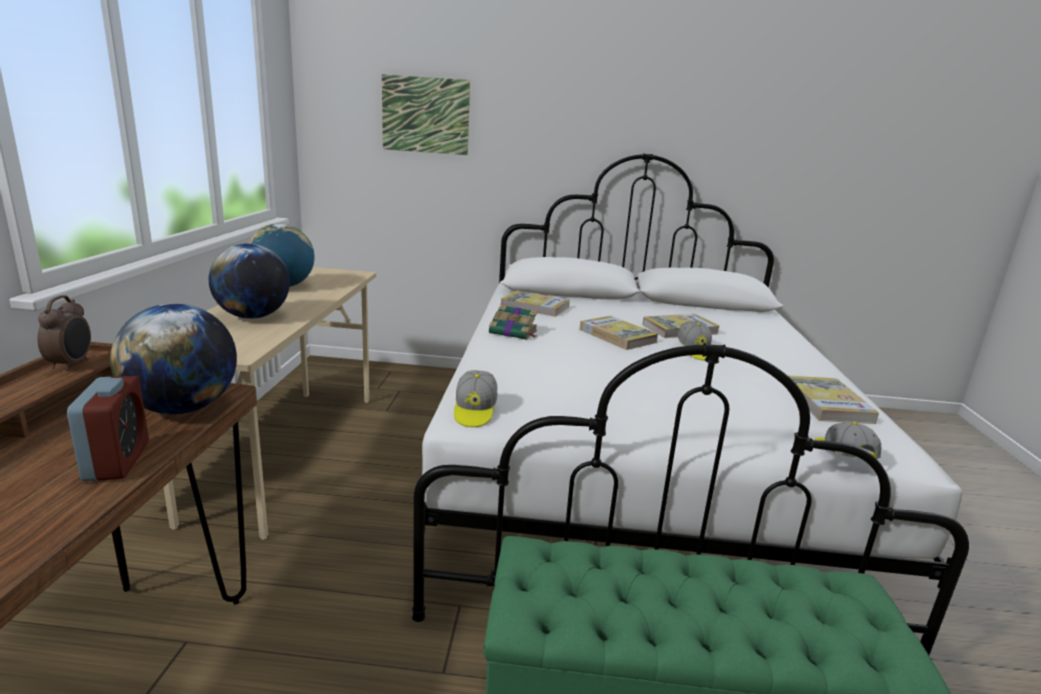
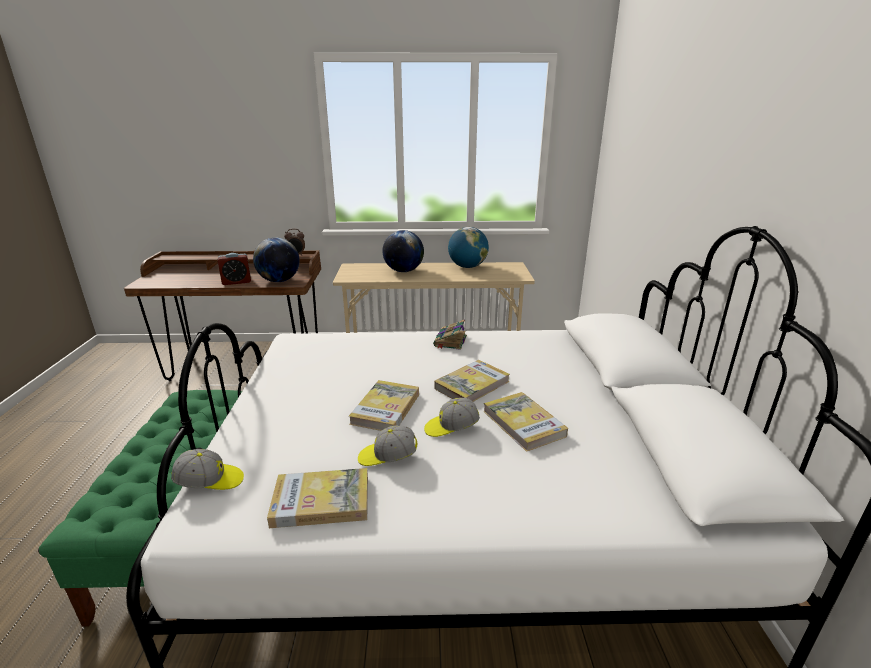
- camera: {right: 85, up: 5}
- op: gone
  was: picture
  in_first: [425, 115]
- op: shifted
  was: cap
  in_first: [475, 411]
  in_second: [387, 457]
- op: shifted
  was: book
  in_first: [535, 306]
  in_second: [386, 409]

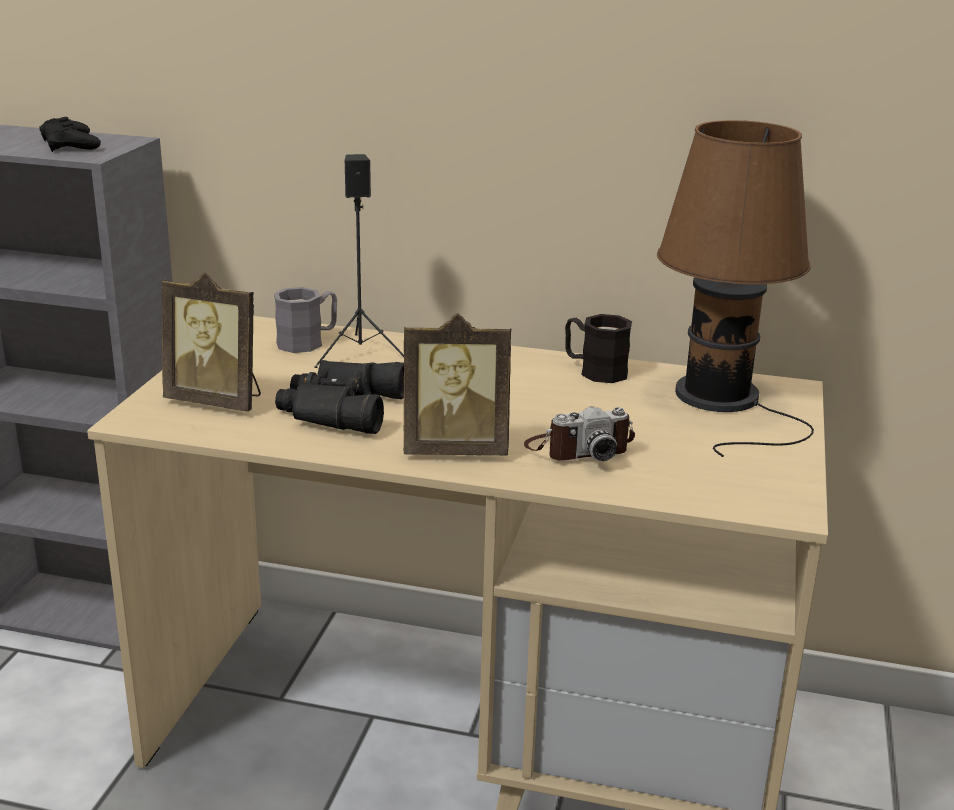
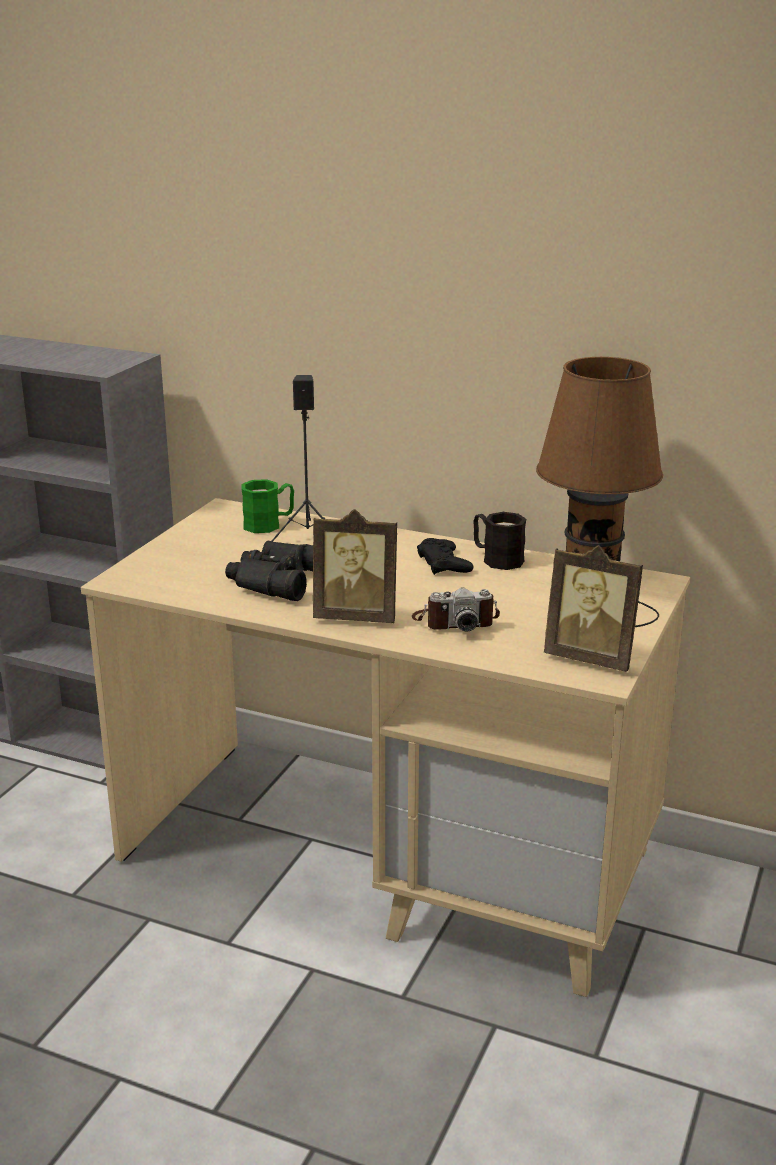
- camera: {right: 10, up: 0}
- op: shifted
  was: game controller (black)
  in_first: [70, 144]
  in_second: [444, 563]
- op: shifted
  was: picture frame
  in_first: [217, 401]
  in_second: [591, 658]
- op: repainted
  was: mug (grey)
  now: mug (green)
  in_first: [308, 341]
  in_second: [269, 524]

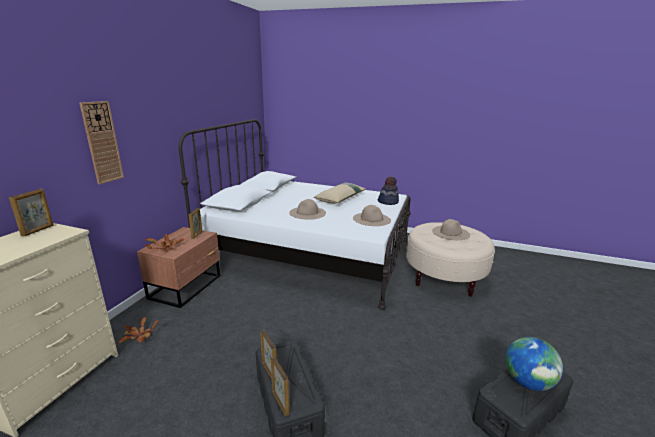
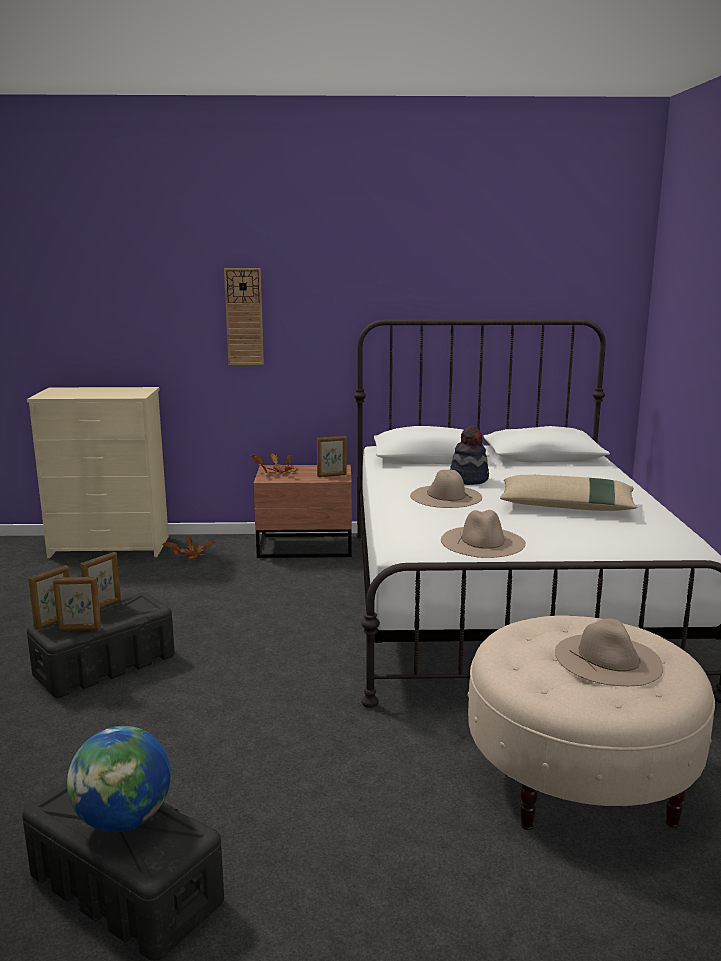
- camera: {right: 70, up: -5}
- op: shifted
  was: picture frame
  in_first: [38, 230]
  in_second: [79, 629]
- op: shifted
  was: hat
  in_first: [388, 202]
  in_second: [469, 479]

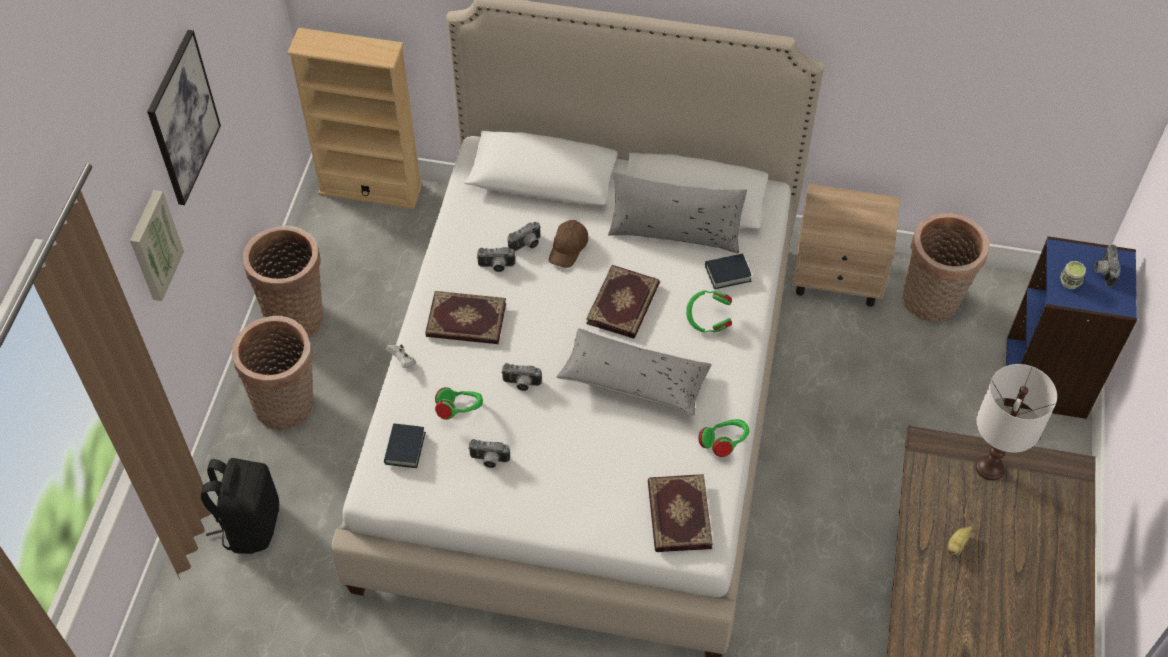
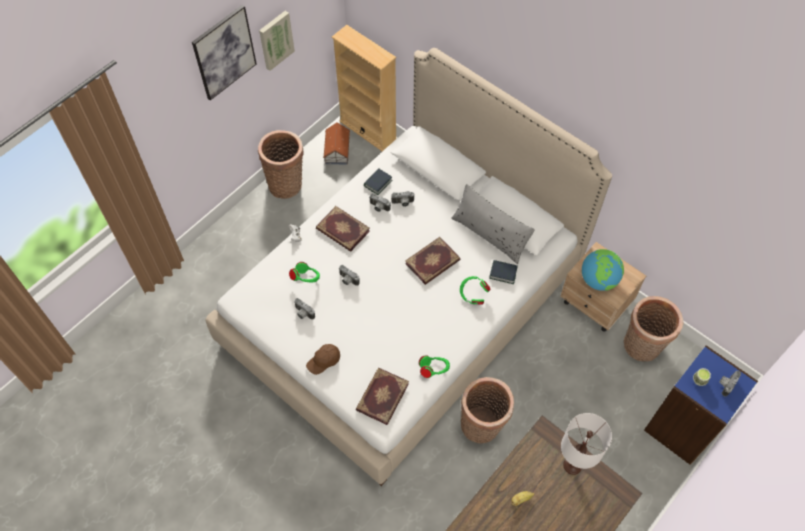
- camera: {right: 30, up: 5}
- op: shifted
  was: picture
  in_first: [153, 245]
  in_second: [275, 39]
- op: gone
  was: backpack (black)
  in_first: [250, 524]
- op: shifted
  was: basket
  in_first: [288, 406]
  in_second: [482, 426]
- op: shifted
  was: book
  in_first: [405, 448]
  in_second: [378, 183]
- op: shifted
  was: cap (brown)
  in_first: [568, 248]
  in_second: [324, 361]
- op: gone
  was: pillow (grey)
  in_first: [634, 380]
- op: new
  now: toy house
  in_second: [337, 150]
- op: new
  now: globe
  in_second: [598, 280]

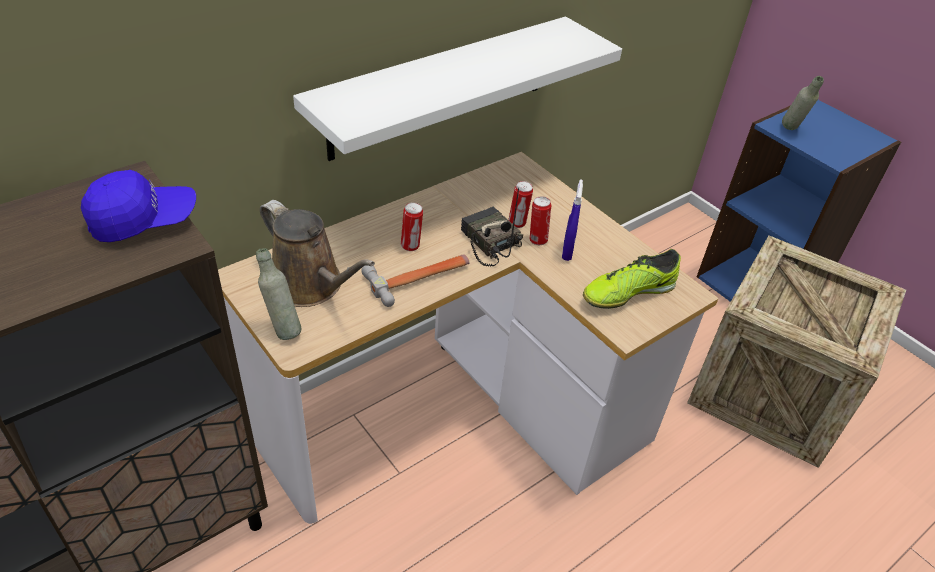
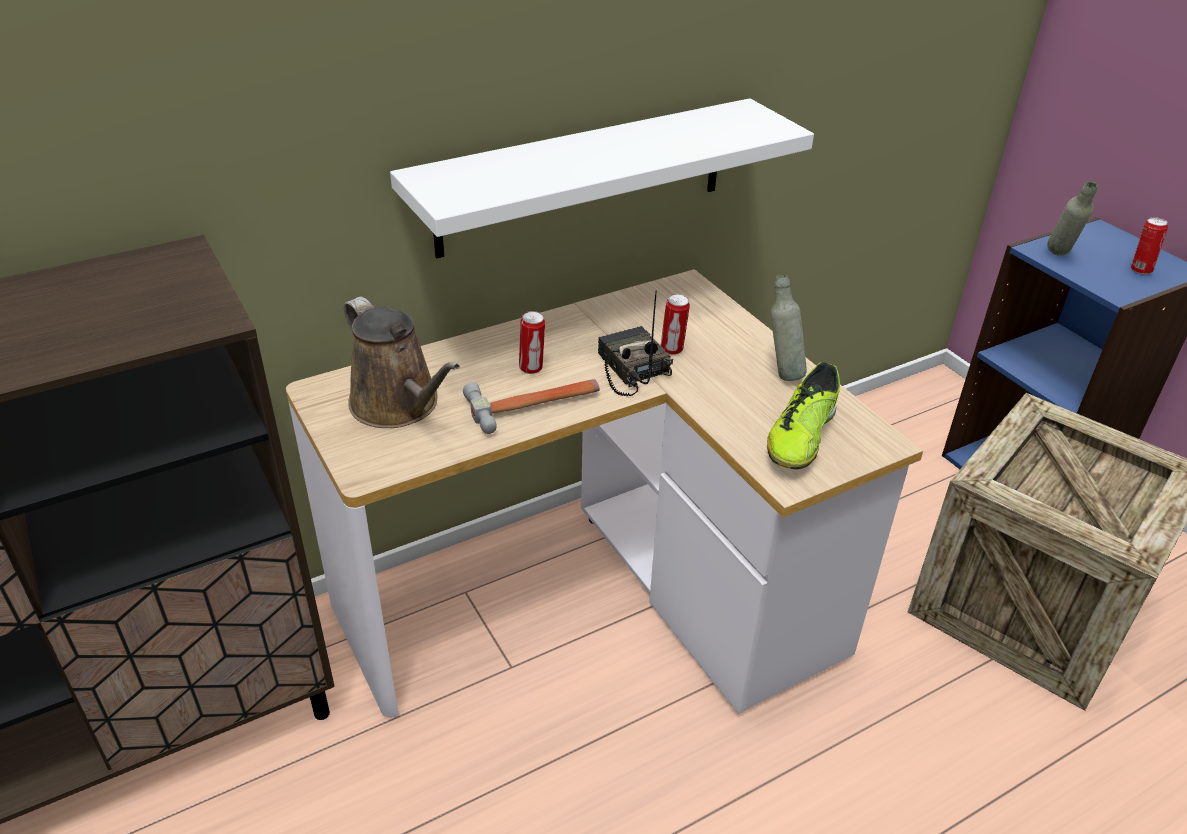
- camera: {right: 10, up: -5}
- op: gone
  was: cap (blue)
  in_first: [143, 220]
- op: shifted
  was: bottle (grey)
  in_first: [282, 329]
  in_second: [781, 373]
- op: shifted
  was: can
  in_first: [537, 240]
  in_second: [1139, 270]
- op: gone
  was: spray bottle (blue)
  in_first: [567, 252]
- op: rotated
  was: shoe
  in_first: [628, 293]
  in_second: [801, 436]
  clockwise: -45

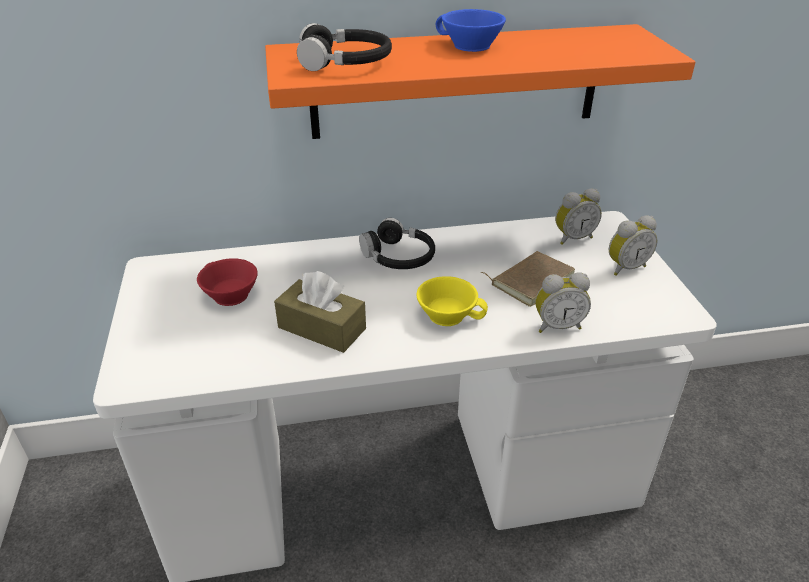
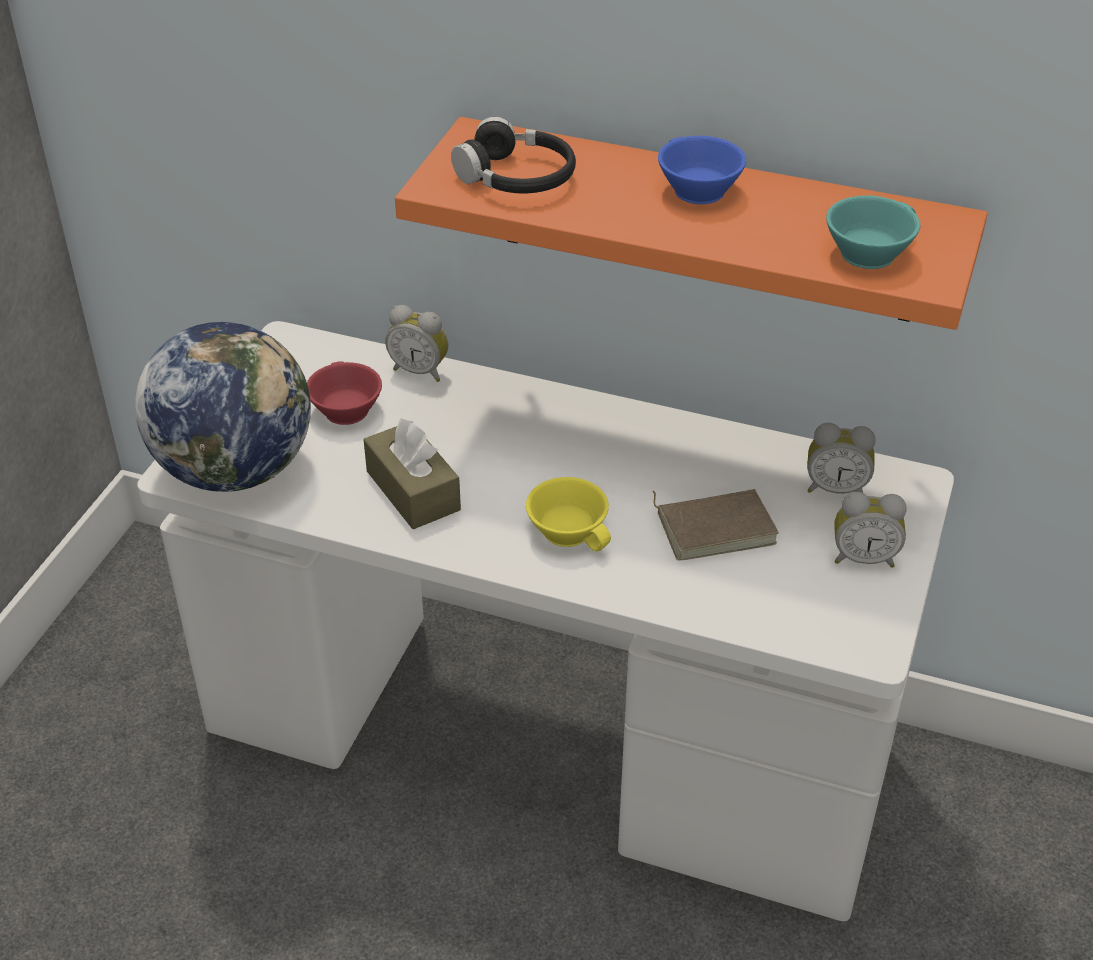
- camera: {right: 30, up: 5}
- op: gone
  was: headphones (black)
  in_first: [398, 257]
- op: shifted
  was: alarm clock
  in_first: [557, 325]
  in_second: [420, 370]
- op: new
  now: globe
  in_second: [235, 469]
- op: new
  now: cup (turquoise)
  in_second: [867, 251]

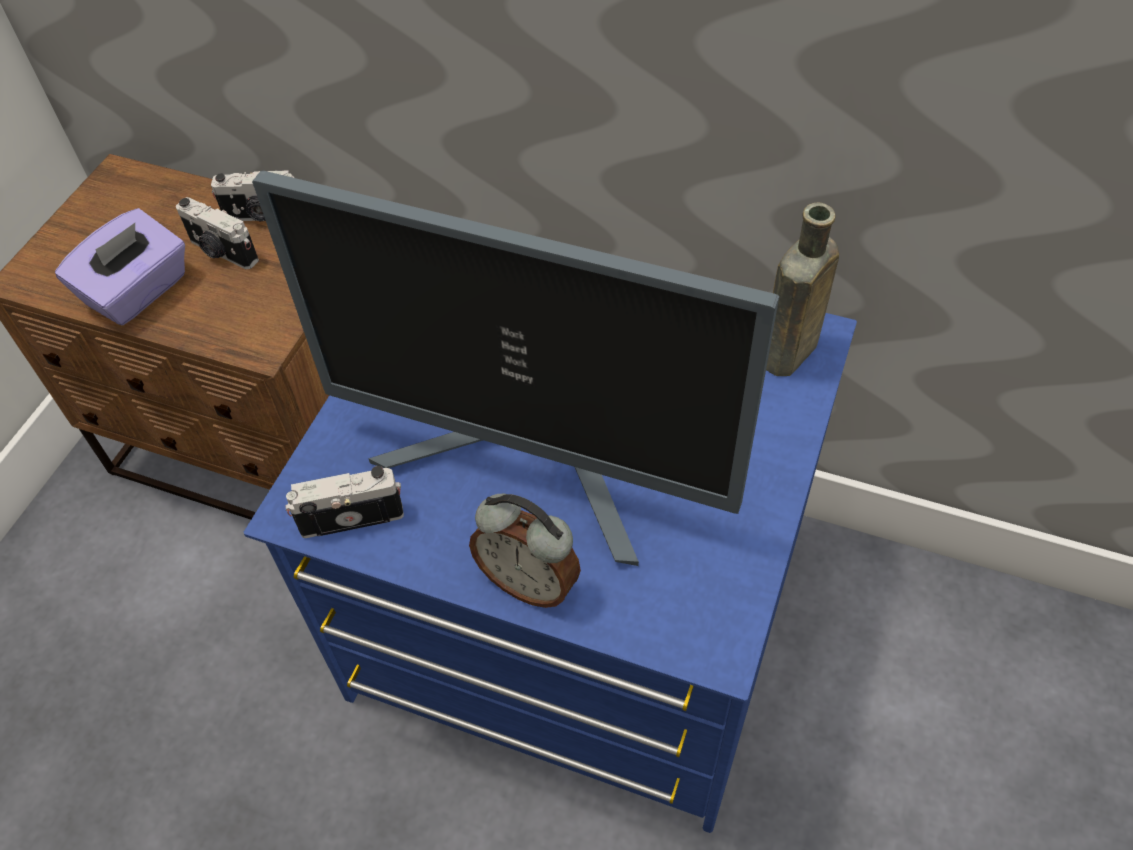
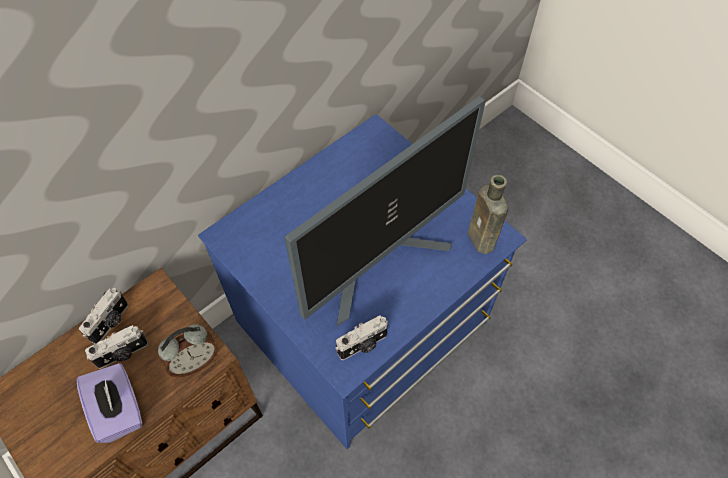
- camera: {right: -65, up: 5}
- op: rotated
  was: photo camera
  in_first: [351, 516]
  in_second: [363, 345]
  clockwise: -135
- op: shifted
  was: alarm clock
  in_first: [529, 582]
  in_second: [195, 362]
- op: shifted
  was: bottle (brown)
  in_first: [786, 356]
  in_second: [482, 241]

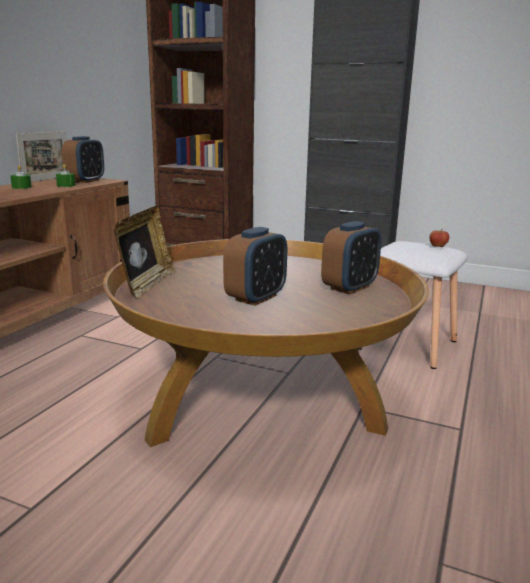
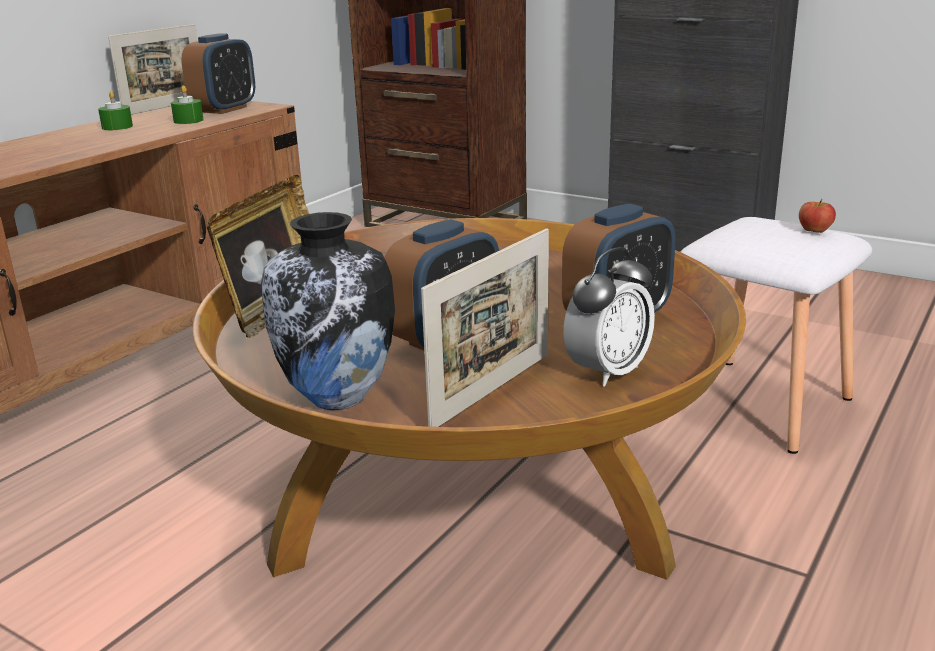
- camera: {right: 10, up: 5}
- op: new
  now: vase
  in_second: [339, 398]
- op: new
  now: picture frame
  in_second: [492, 390]
- op: new
  now: alarm clock
  in_second: [607, 372]

